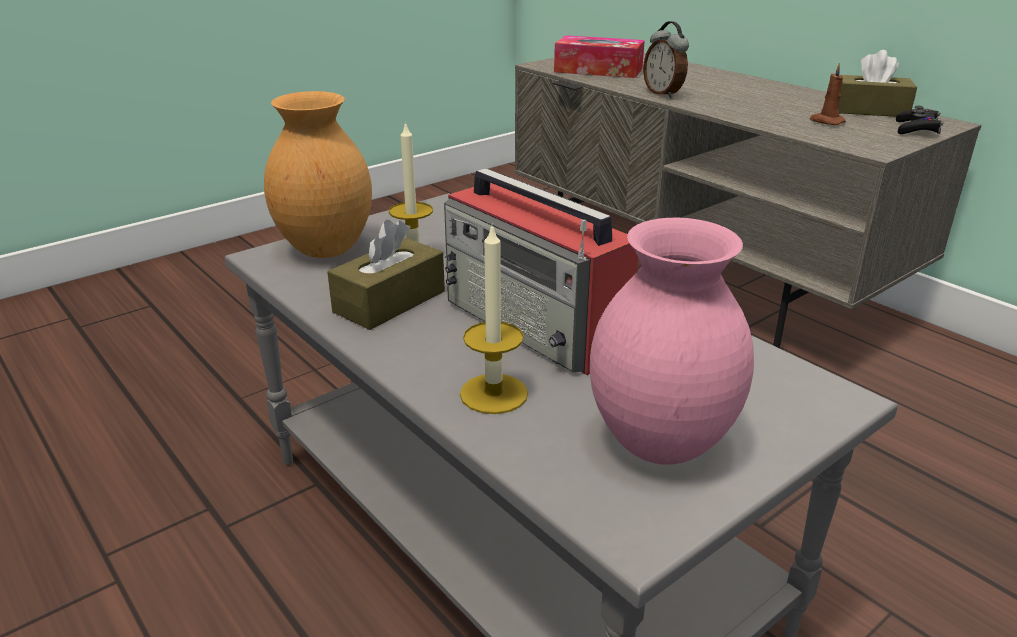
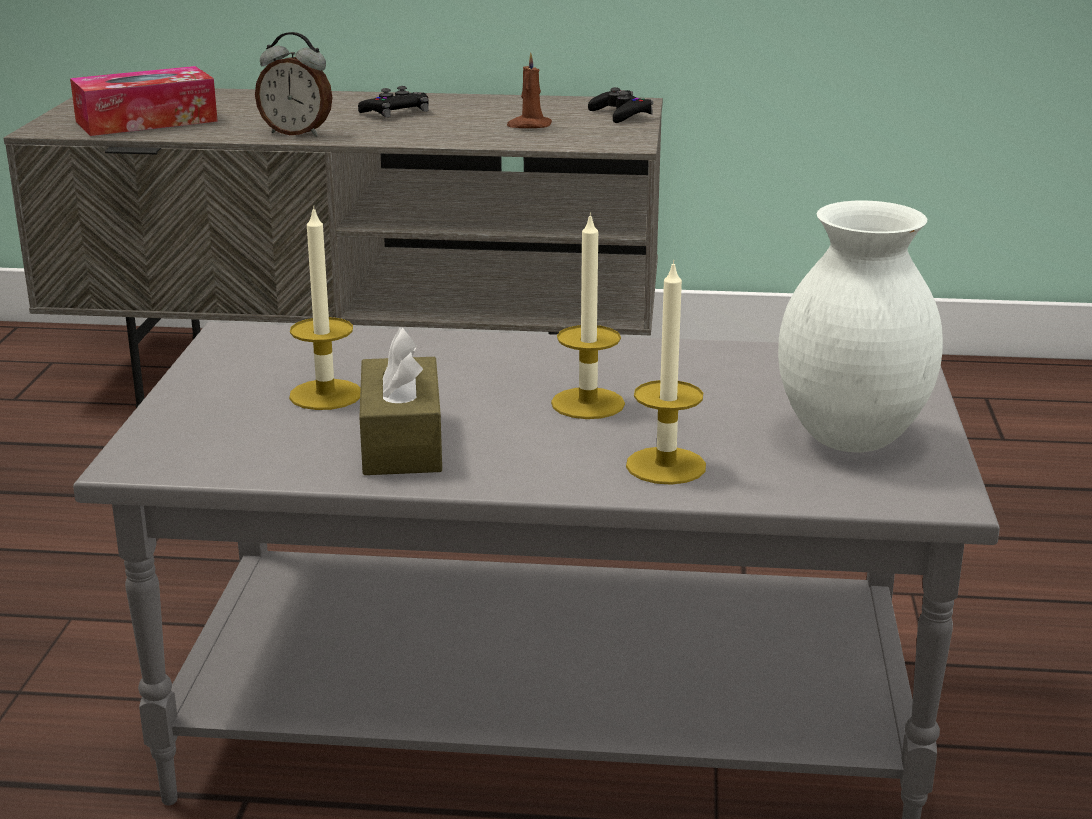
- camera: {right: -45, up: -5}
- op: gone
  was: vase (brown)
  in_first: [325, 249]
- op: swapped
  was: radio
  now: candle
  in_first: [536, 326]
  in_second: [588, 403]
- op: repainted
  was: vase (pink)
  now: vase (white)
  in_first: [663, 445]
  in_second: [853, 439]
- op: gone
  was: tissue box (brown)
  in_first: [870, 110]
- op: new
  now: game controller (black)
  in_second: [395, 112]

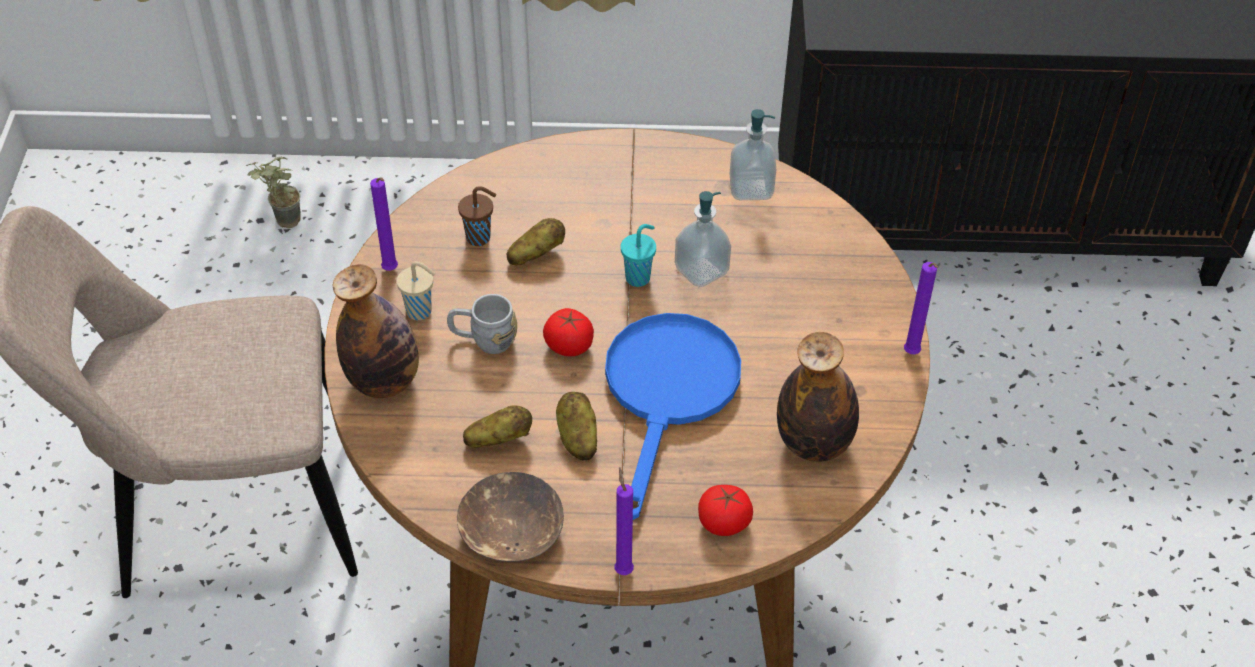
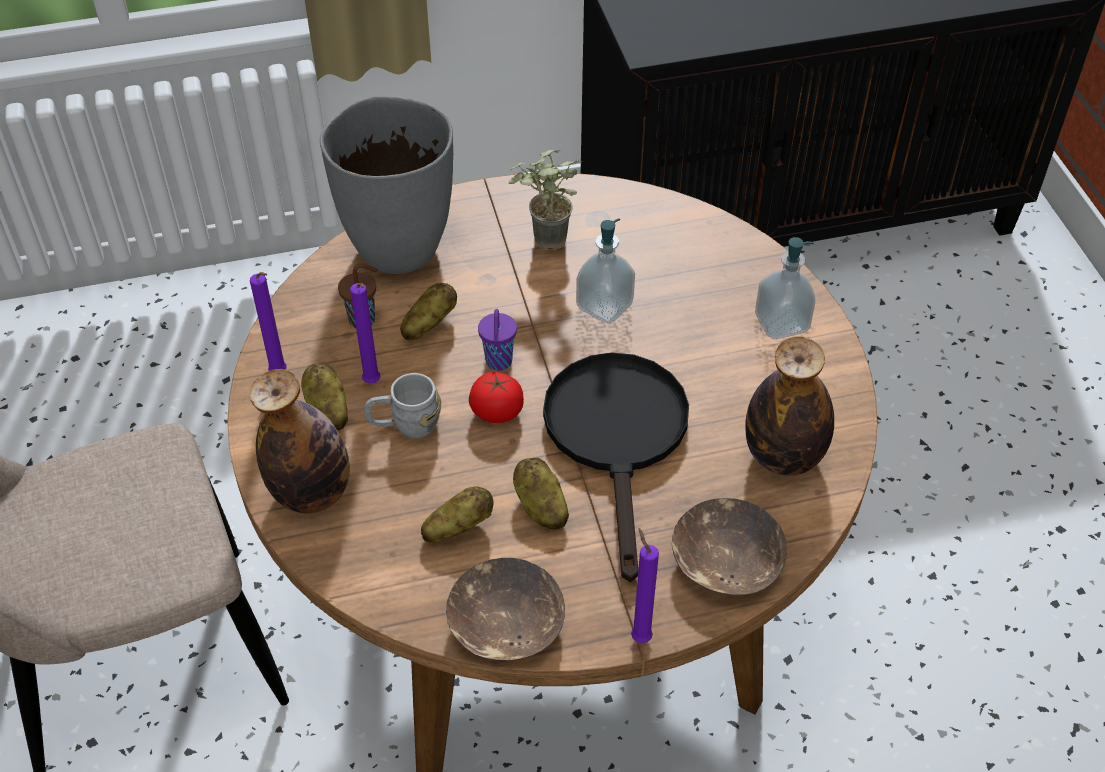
- camera: {right: -15, up: 0}
- op: shifted
  was: potted plant
  in_first: [281, 223]
  in_second: [543, 245]
- op: swapped
  was: cup (beige)
  now: potato
  in_first: [420, 312]
  in_second: [327, 410]
- op: repainted
  was: frying pan (blue)
  now: frying pan (black)
  in_first: [669, 393]
  in_second: [618, 438]
- op: gone
  was: cup (turquoise)
  in_first: [639, 277]
- op: swapped
  was: tomato
  now: bowl (brown)
  in_first: [724, 522]
  in_second: [725, 560]
- op: shifted
  was: soap dispenser
  in_first: [751, 188]
  in_second: [781, 323]
- op: shifted
  was: candle (purple)
  in_first: [912, 355]
  in_second: [373, 384]
- op: new
  now: vase (grey)
  in_second: [398, 248]
- op: new
  now: cup (purple)
  in_second: [498, 362]

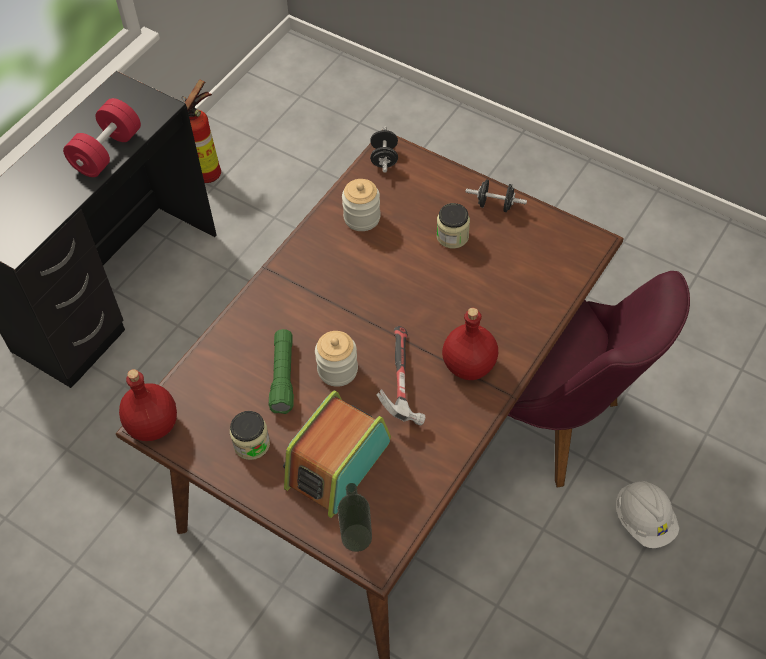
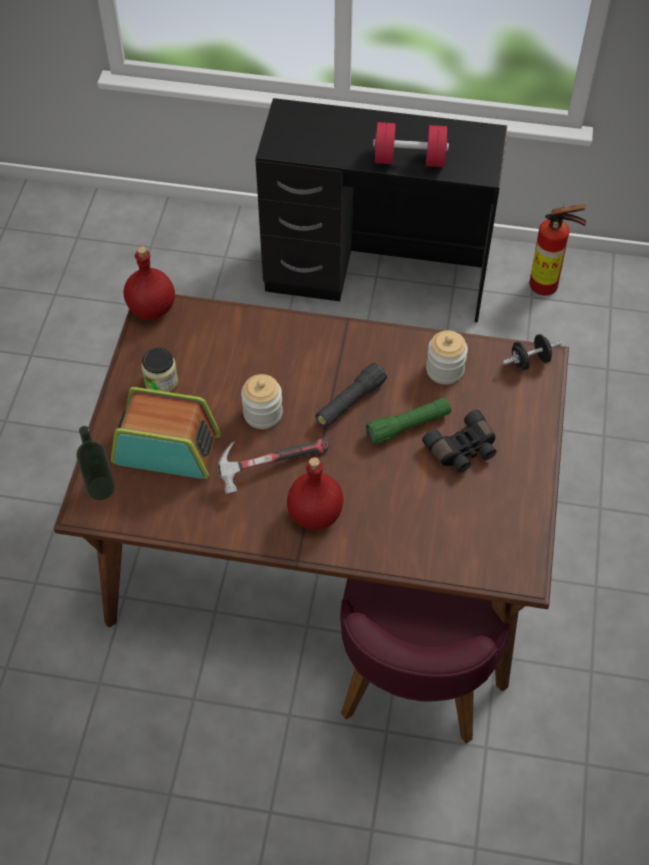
- camera: {right: 65, up: 0}
- op: shifted
  was: flashlight (green)
  in_first: [283, 376]
  in_second: [408, 426]
- op: swapped
  was: jar
  now: binoculars (black)
  in_first: [452, 236]
  in_second: [463, 450]
- op: gone
  was: dumbbell (black)
  in_first: [495, 205]
- op: gone
  was: hard hat (white)
  in_first: [644, 520]
- op: new
  now: flashlight (black)
  in_second: [350, 402]

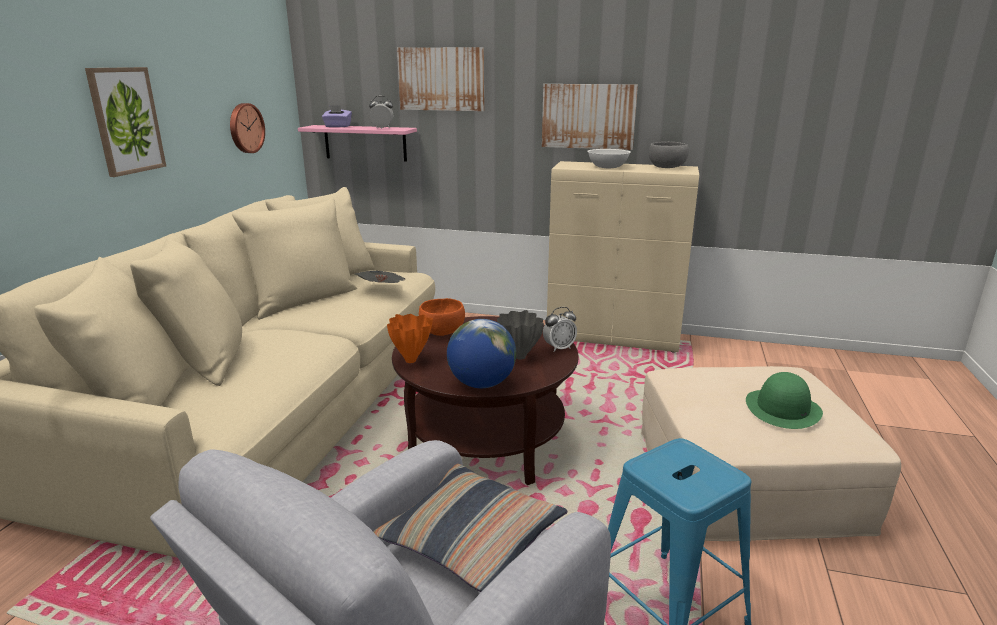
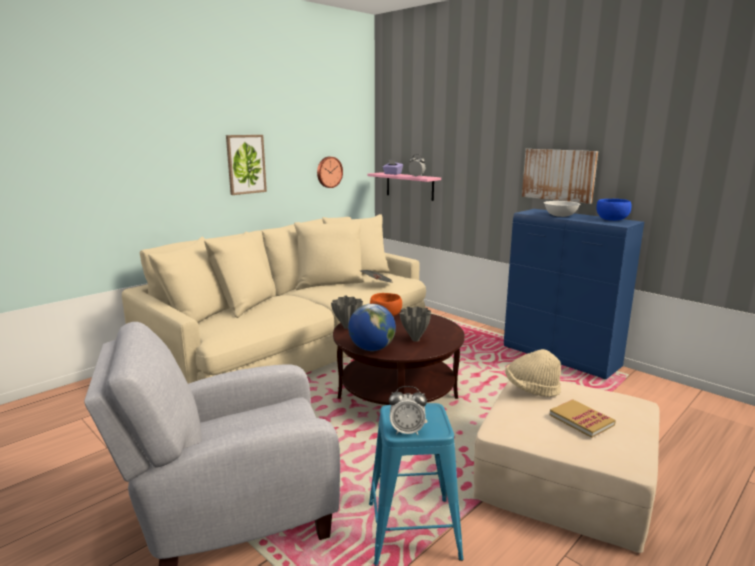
- camera: {right: 30, up: -5}
- op: gone
  was: pillow
  in_first: [472, 539]
- op: repainted
  was: vase (orange)
  now: vase (grey)
  in_first: [411, 361]
  in_second: [347, 327]
- op: gone
  was: picture
  in_first: [441, 79]
- op: shifted
  was: alarm clock
  in_first: [559, 348]
  in_second: [407, 431]
- op: repainted
  was: cabinet (beige)
  now: cabinet (blue)
  in_first: [614, 338]
  in_second: [561, 358]
- op: repainted
  was: bowl (grey)
  now: bowl (blue)
  in_first: [667, 167]
  in_second: [612, 220]
- op: swapped
  was: hat (green)
  now: book
  in_first: [783, 409]
  in_second: [581, 420]
- op: new
  now: hat (beige)
  in_second: [531, 389]

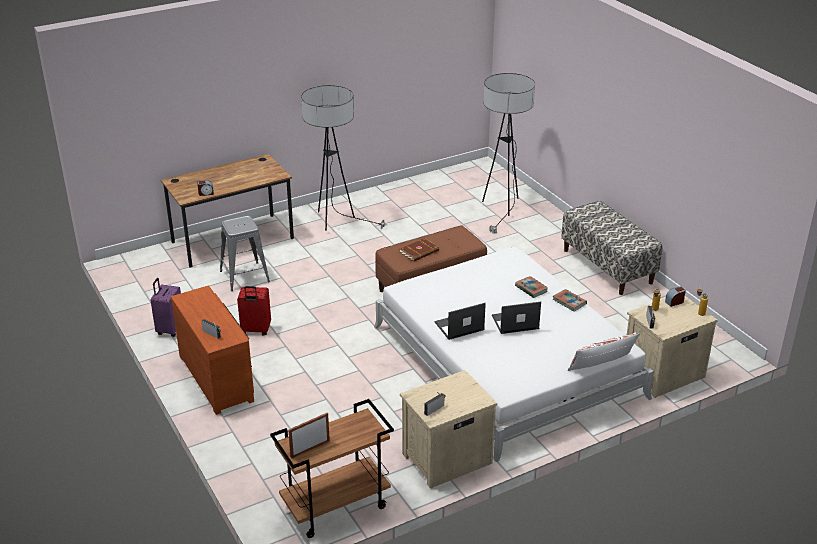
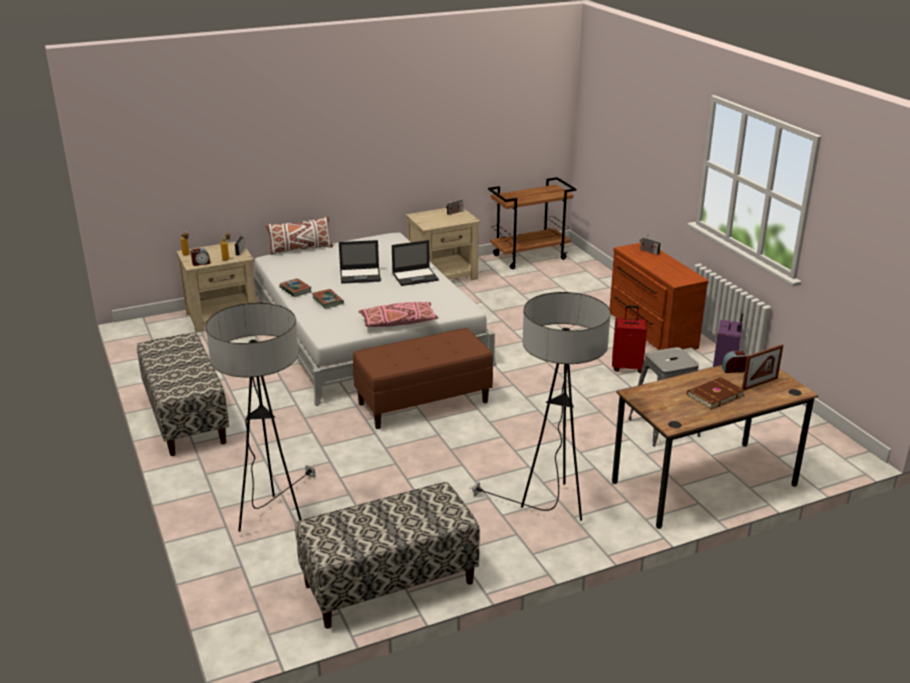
- camera: {right: -175, up: -5}
- op: shifted
  was: picture frame
  in_first: [310, 449]
  in_second: [759, 384]
- op: shifted
  was: book (brown)
  in_first: [420, 252]
  in_second: [714, 395]
- op: new
  now: bench
  in_second: [389, 584]
- op: new
  now: pillow (pink)
  in_second: [398, 322]

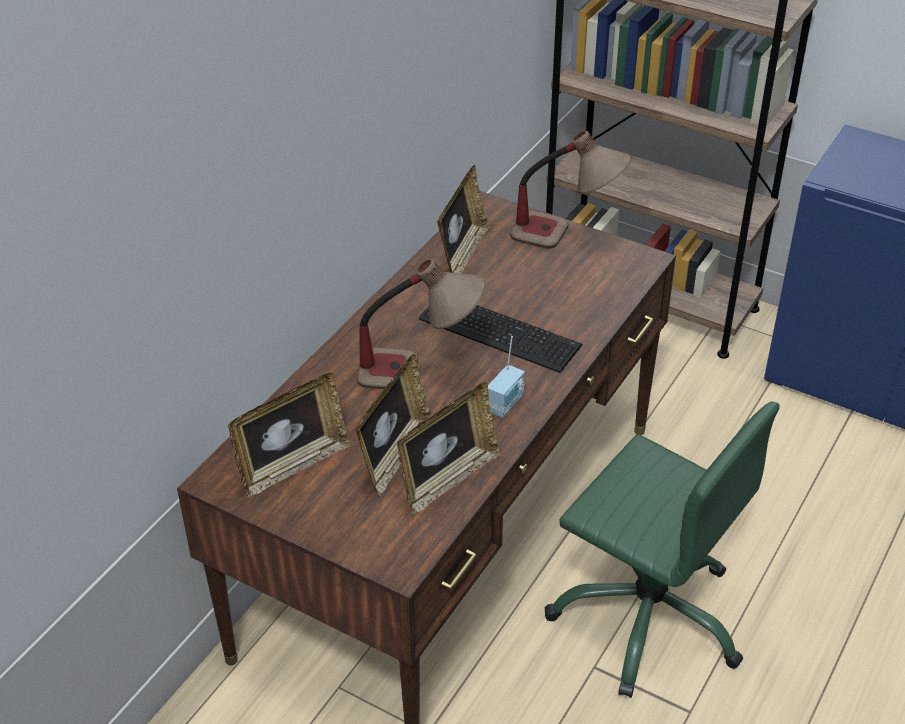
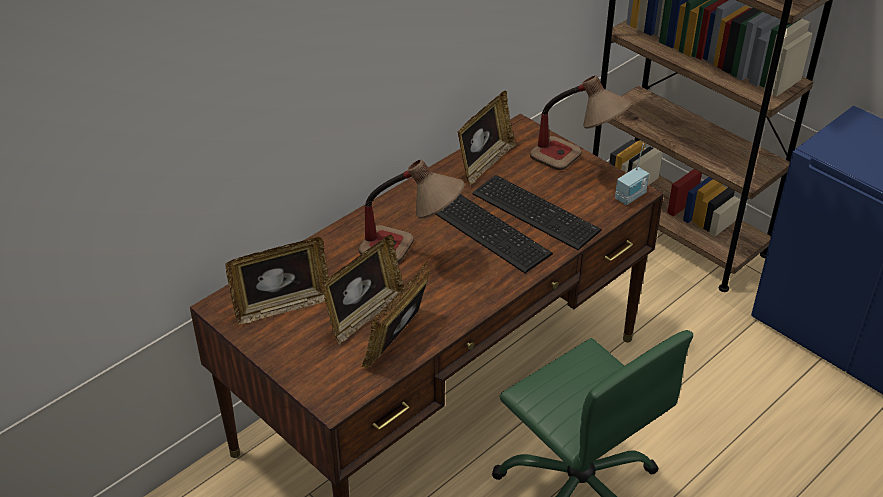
- camera: {right: 15, up: 0}
- op: rotated
  was: picture frame
  in_first: [447, 479]
  in_second: [398, 341]
  clockwise: 150
- op: shifted
  was: radio
  in_first: [506, 404]
  in_second: [631, 197]
- op: new
  now: keyboard
  in_second: [536, 210]

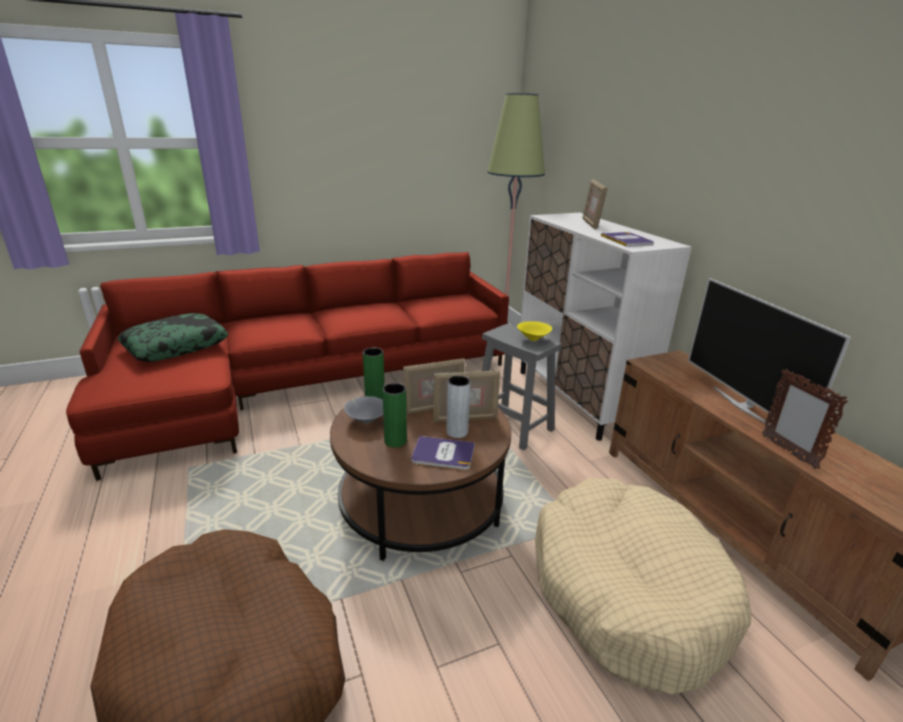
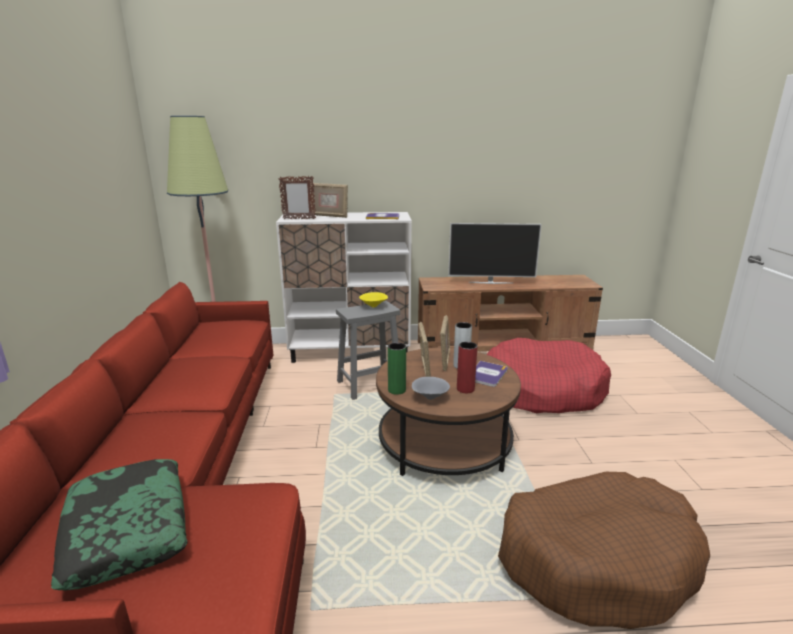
- camera: {right: -70, up: -5}
- op: repainted
  was: vase (green)
  now: vase (red)
  in_first: [395, 441]
  in_second: [465, 389]
- op: repainted
  was: dog bed (beige)
  now: dog bed (red)
  in_first: [626, 591]
  in_second: [541, 390]
- op: shifted
  was: picture frame
  in_first: [788, 451]
  in_second: [299, 219]

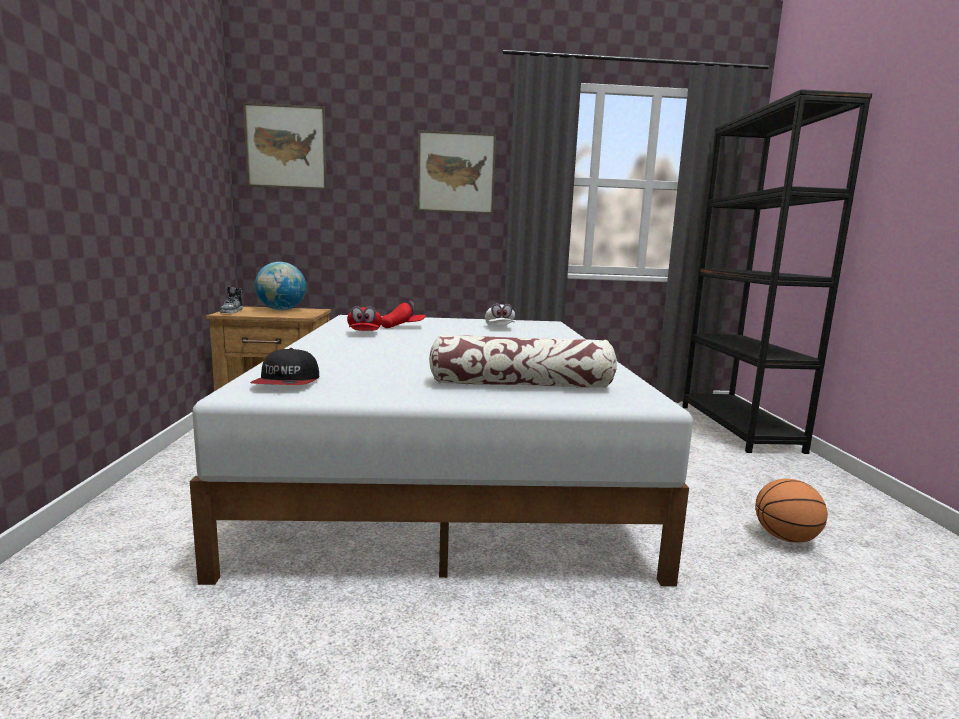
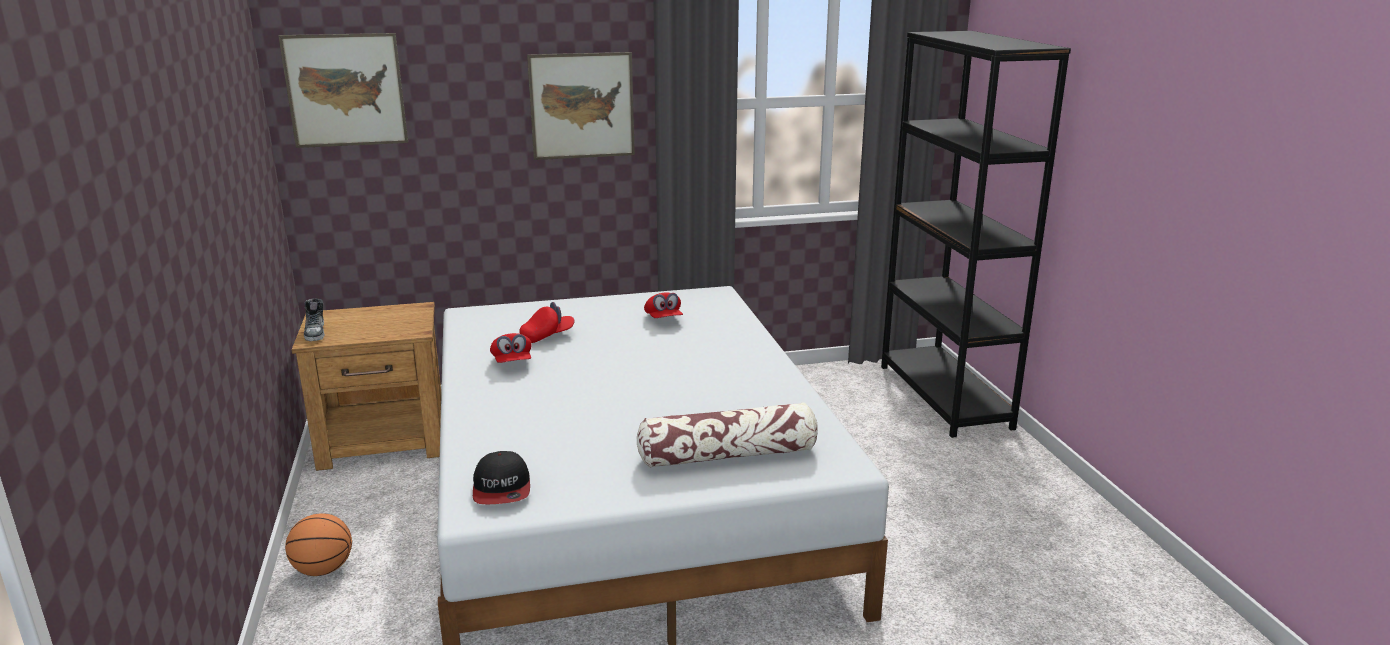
- camera: {right: -10, up: 10}
- op: gone
  was: globe
  in_first: [281, 310]
- op: repainted
  was: cap (white)
  now: cap (red)
  in_first: [499, 328]
  in_second: [663, 319]
- op: shifted
  was: basketball
  in_first: [785, 538]
  in_second: [323, 570]

